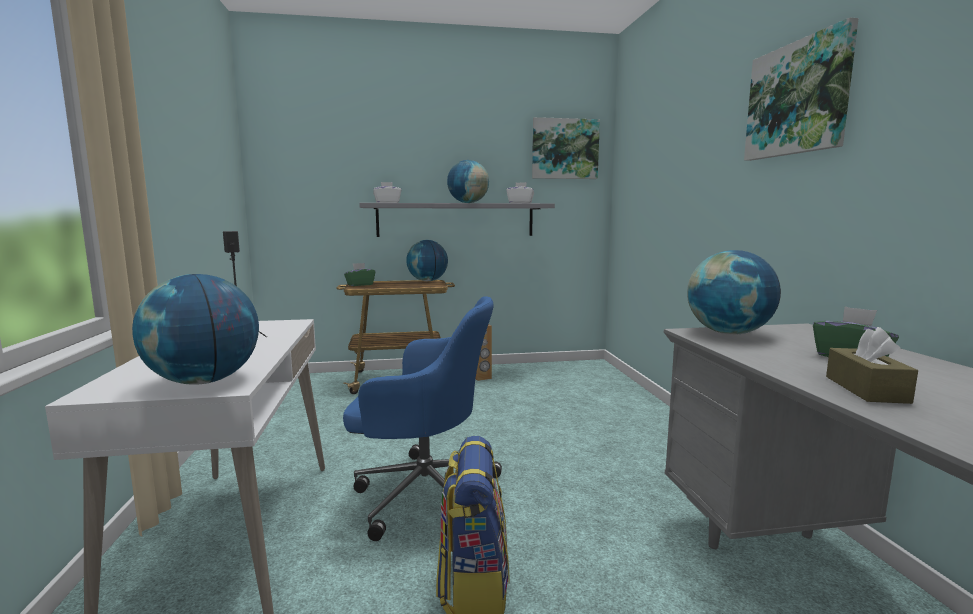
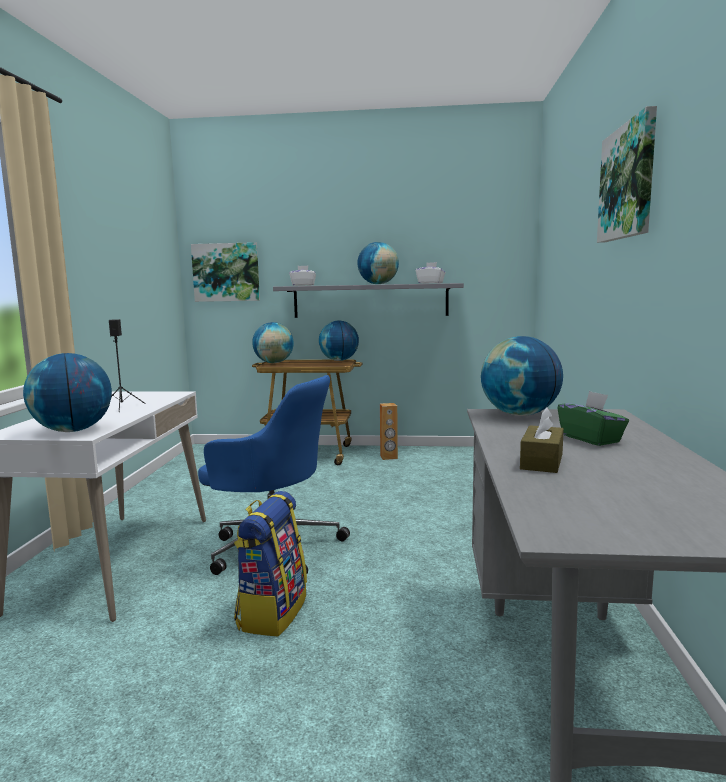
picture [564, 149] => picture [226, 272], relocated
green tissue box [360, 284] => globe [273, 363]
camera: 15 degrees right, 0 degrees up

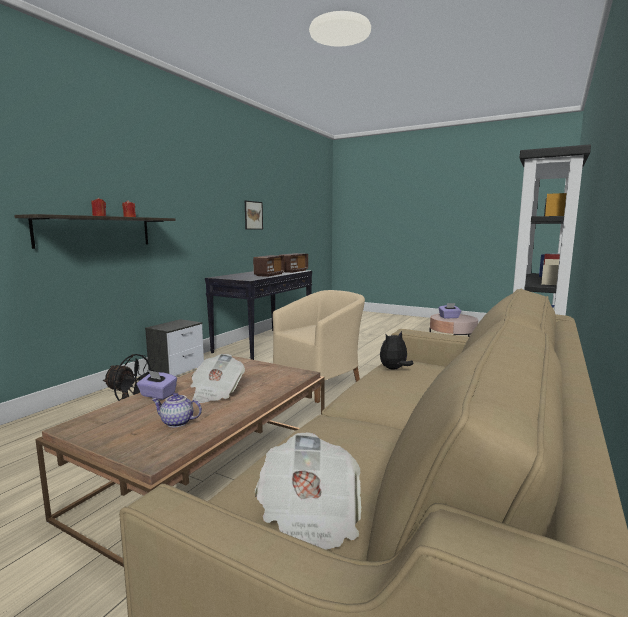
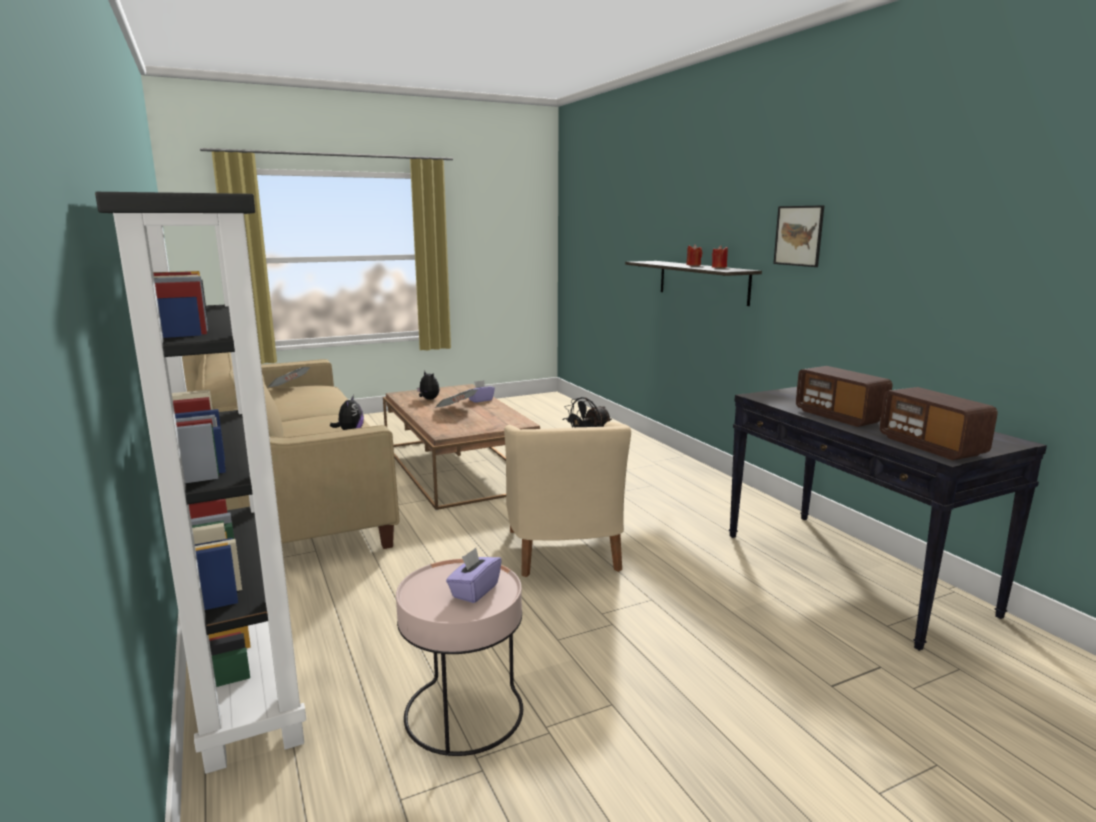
picture [253, 215] => picture [798, 236], relocated
nightstand [178, 369] => nothing
teapot [176, 423] => plush toy [428, 399]
camera: 125 degrees right, 5 degrees up

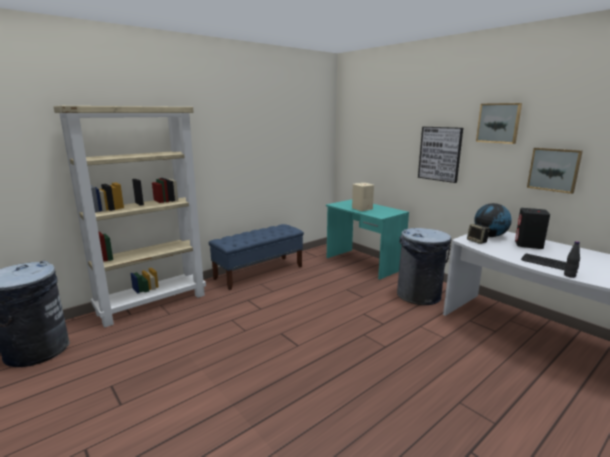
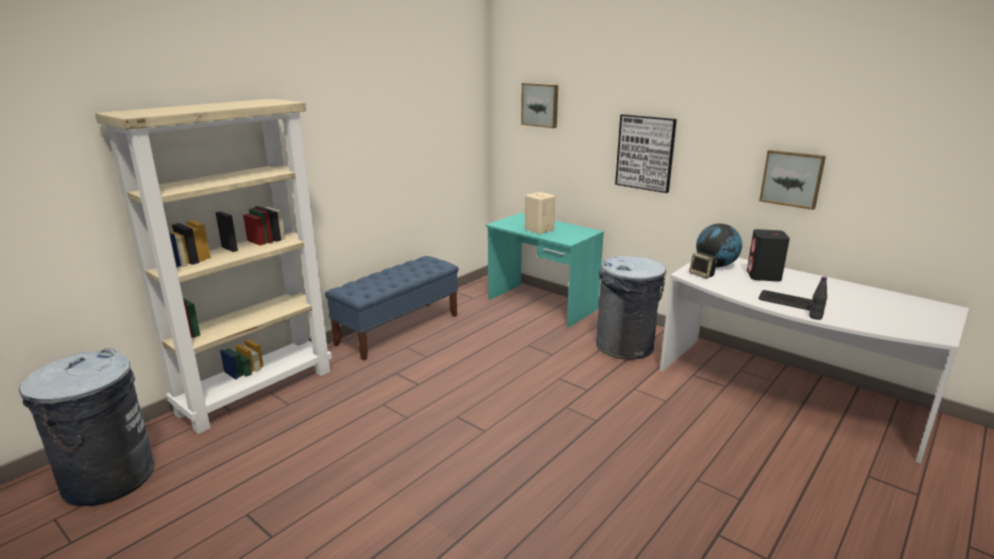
picture [498, 123] => picture [540, 105], relocated
camera: 10 degrees left, 5 degrees up

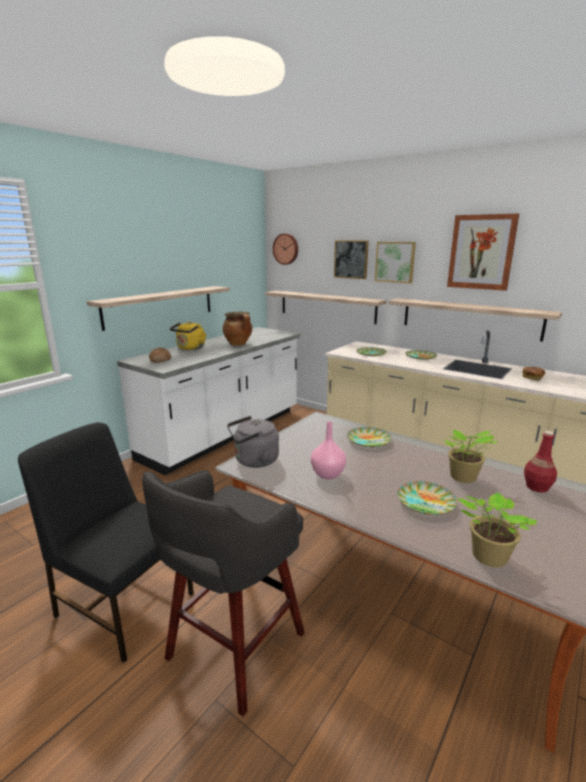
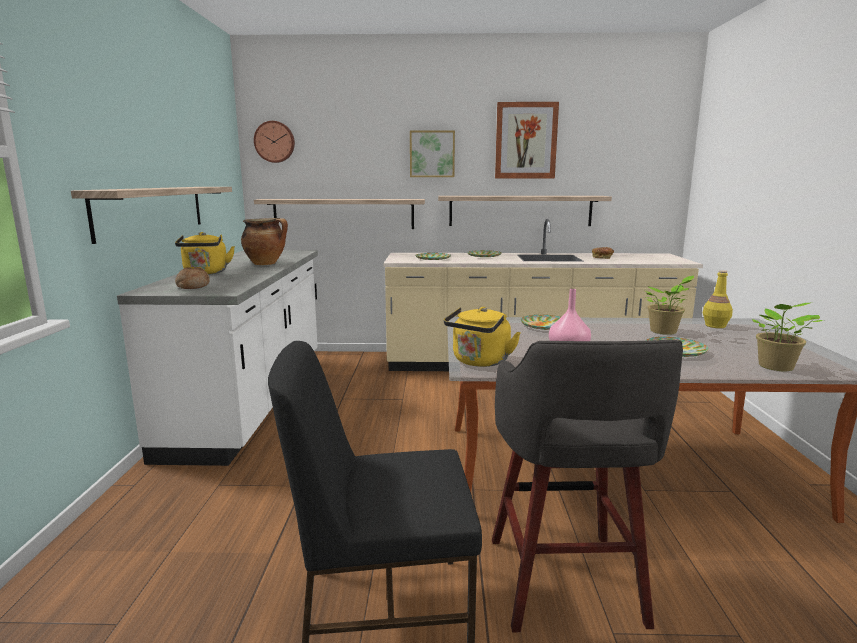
picture [351, 259] => nothing
grey kettle [254, 461] => yellow kettle [479, 362]
red bottle [536, 487] => yellow bottle [715, 326]
camera: 35 degrees left, 5 degrees down

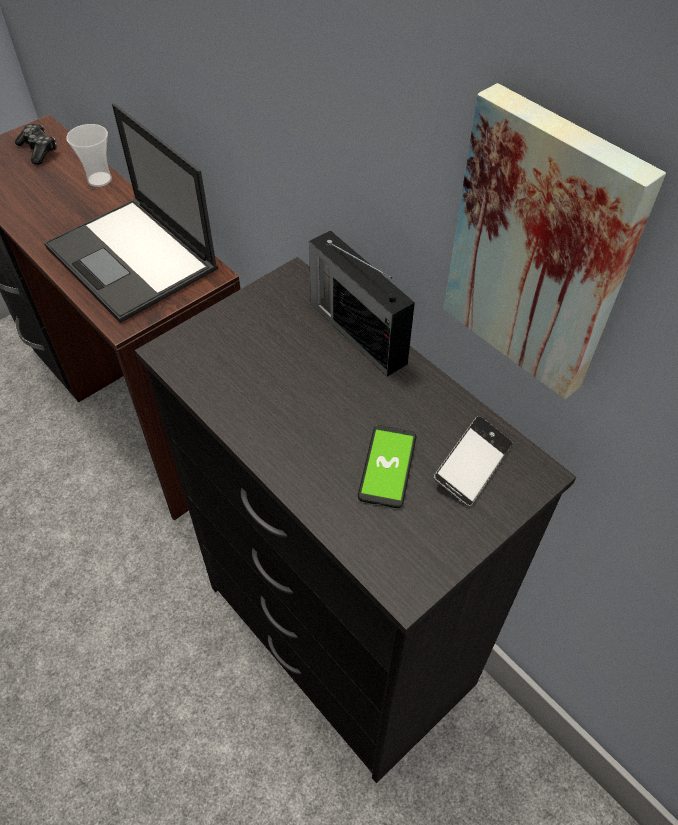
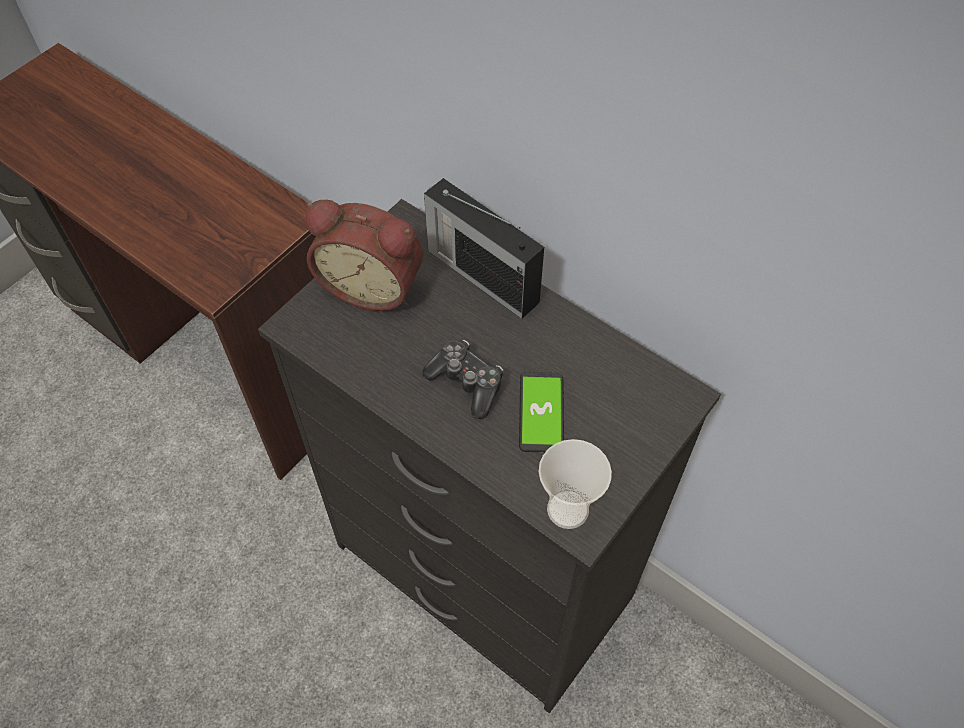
picture [542, 248] => nothing
laptop [133, 259] => nothing
game controller [39, 150] => game controller [466, 383], relocated
cup [99, 179] => cup [568, 509], relocated
phone [472, 465] => nothing
nothing => alarm clock [373, 285]
camera: 10 degrees left, 5 degrees up

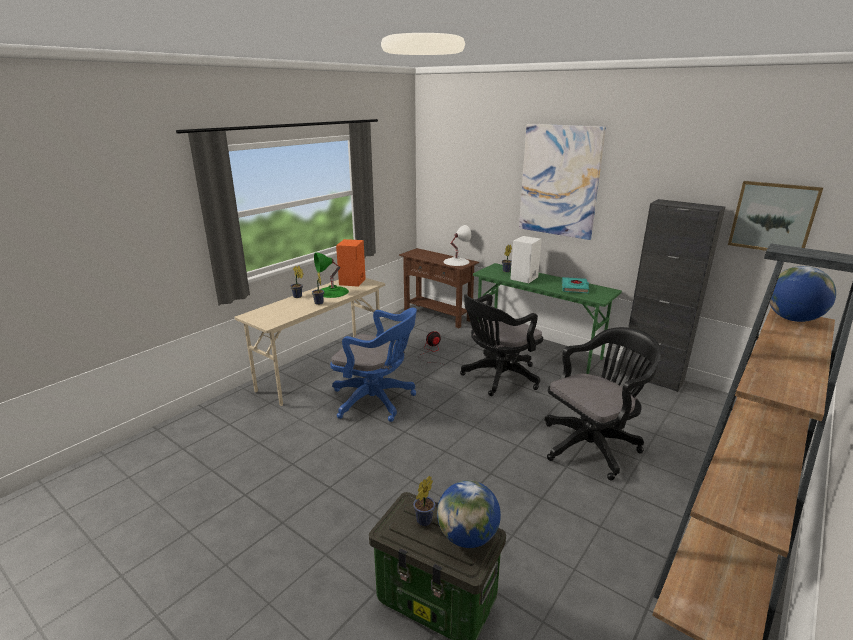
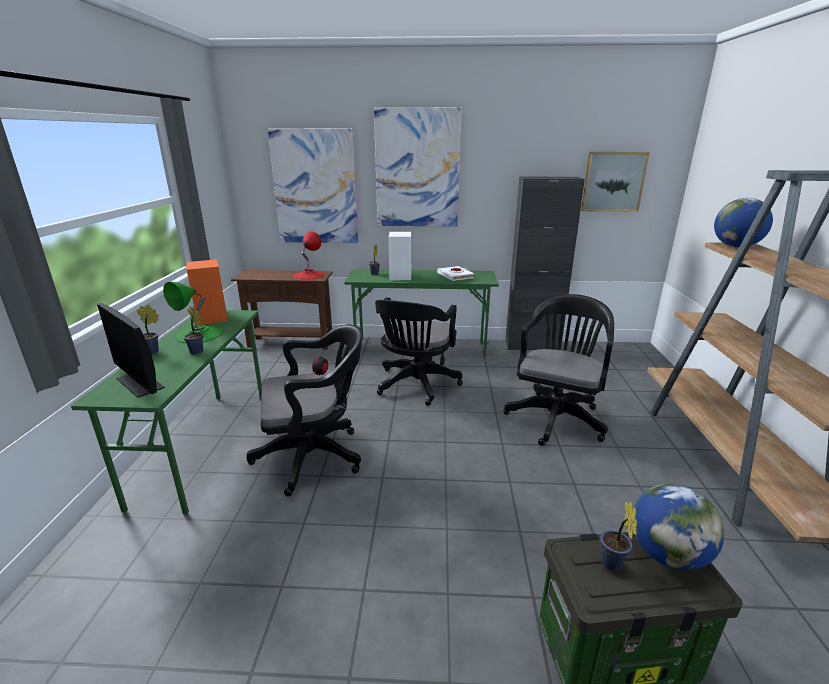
white table lamp [456, 261] => red table lamp [309, 275]
turquoise book [574, 288] => white book [455, 276]
beige desk [322, 370] => green desk [205, 446]
blue office chair [377, 401] => black office chair [315, 456]
nothing => picture [315, 187]
nothing => monitor [140, 383]
camera: 35 degrees left, 0 degrees up

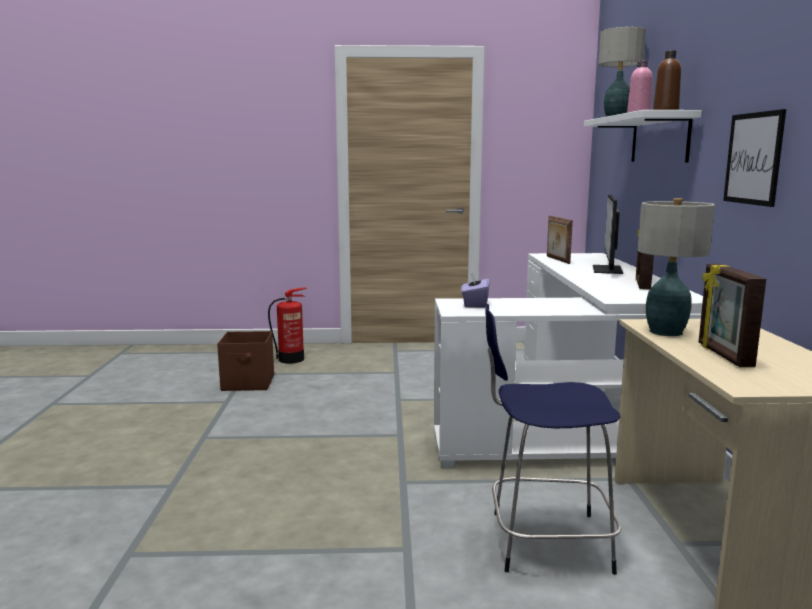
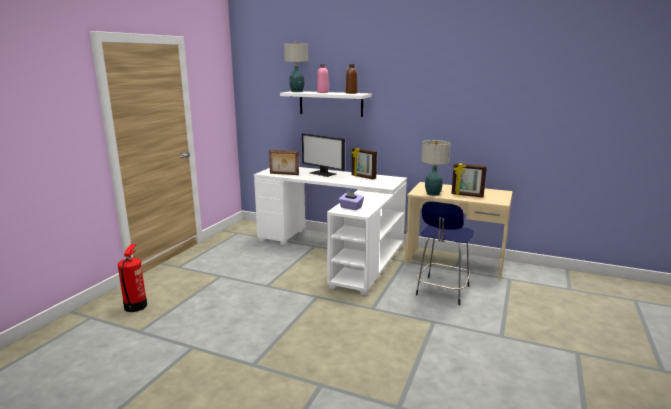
picture [753, 158] => nothing
brown storage box [249, 383] => nothing
camera: 65 degrees left, 5 degrees up

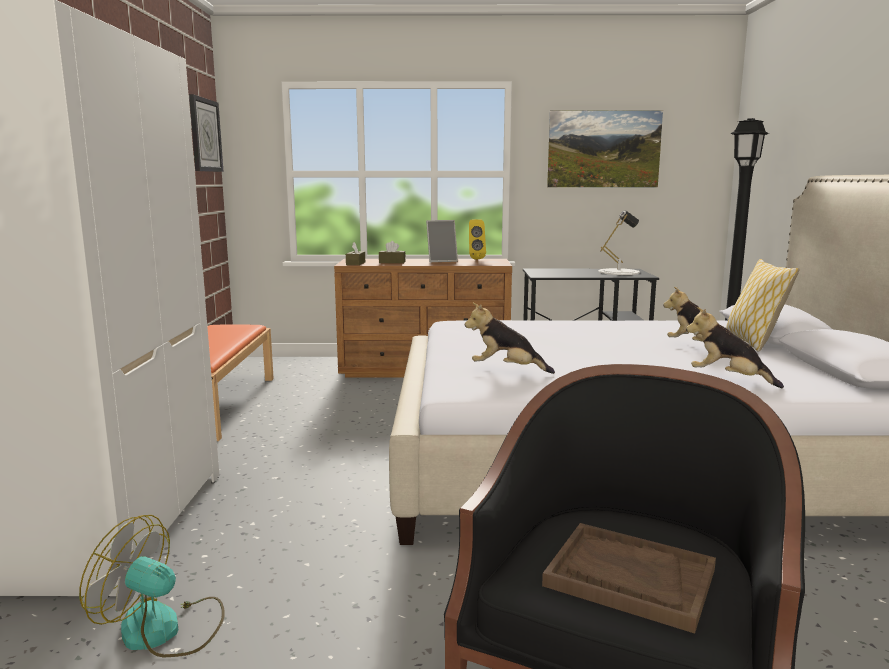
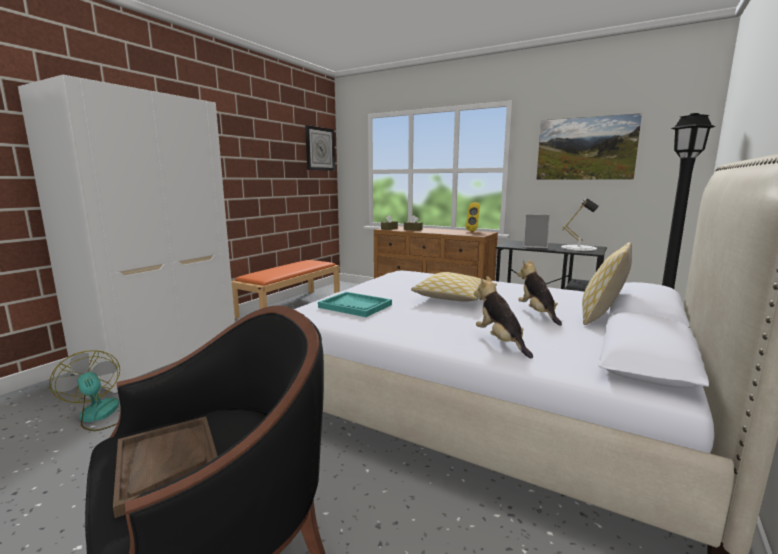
picture frame [442, 261] => picture frame [535, 246], relocated
plush toy [506, 370] => turquoise tray [355, 306]
nothing => pillow [454, 297]
camera: 30 degrees right, 0 degrees up

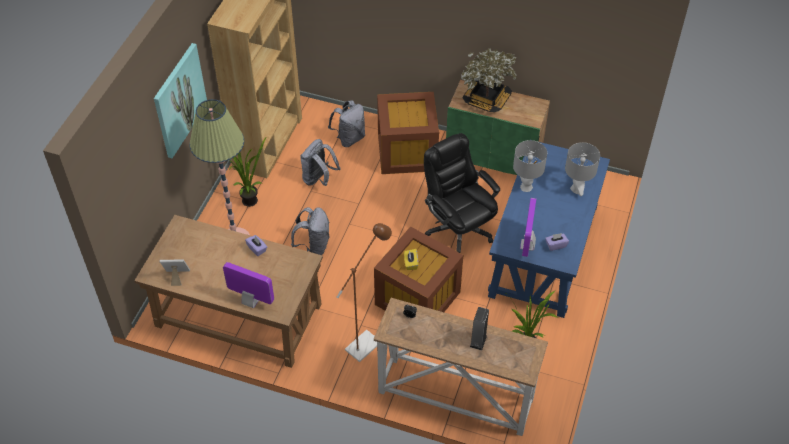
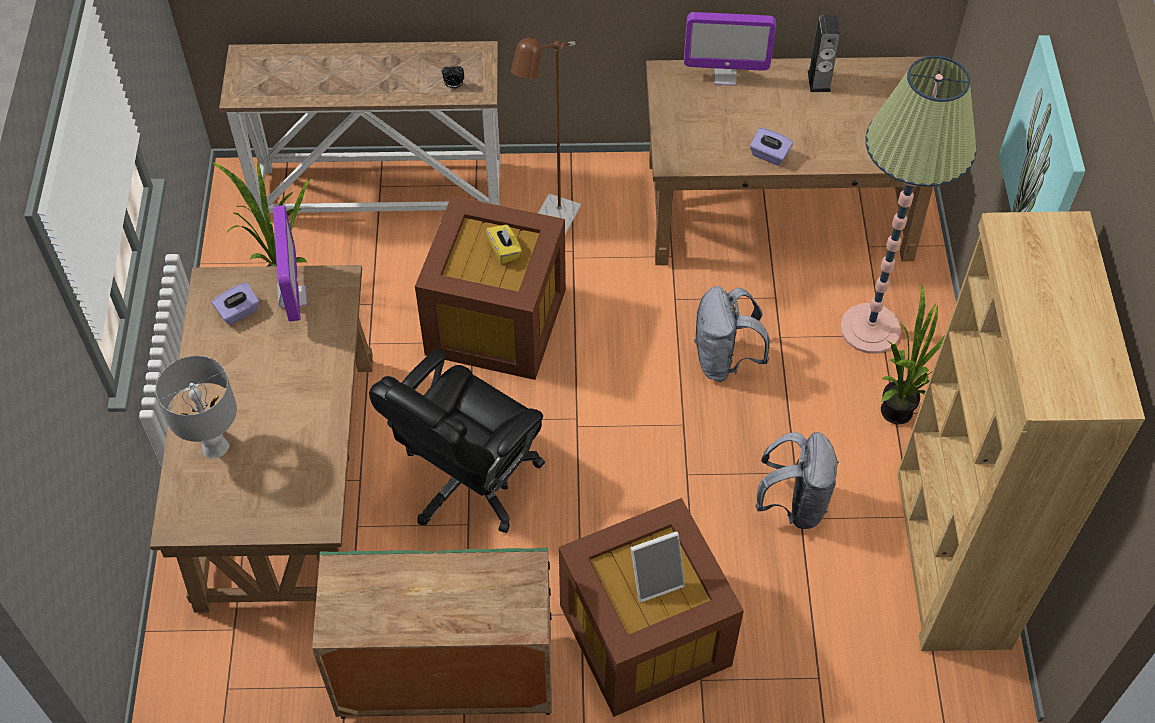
potted plant [486, 99] => nothing
grey backpack [349, 138] => nothing
black office chair [458, 228] => black office chair [468, 480], 90 degrees clockwise
grey table lamp [526, 187] => nothing
blue desk [543, 252] => brown desk [287, 480]
picture frame [177, 277] => picture frame [655, 579], relocated
speaker [478, 341] => speaker [819, 81], relocated
camera: 160 degrees right, 5 degrees up

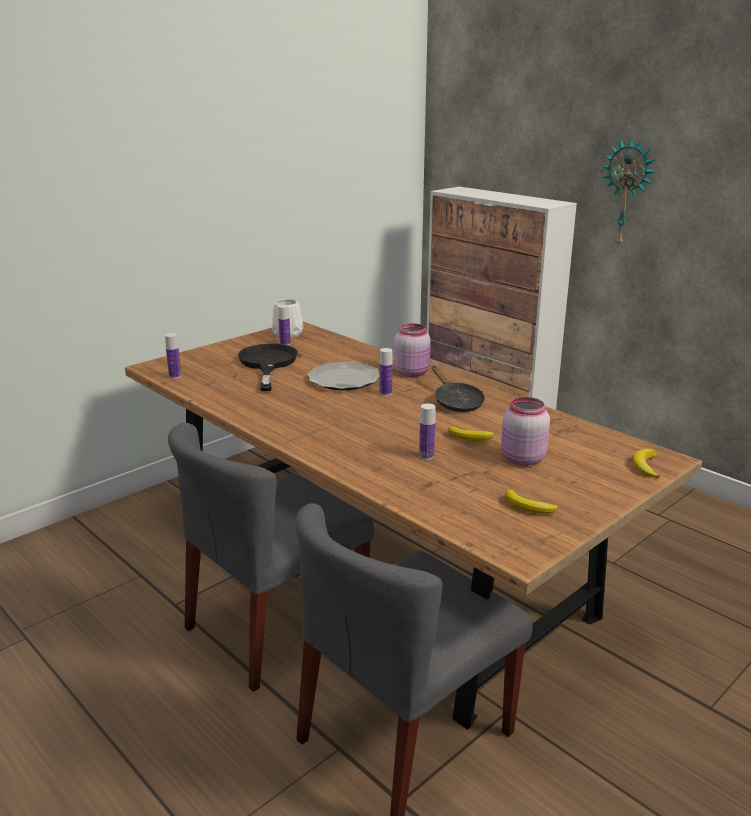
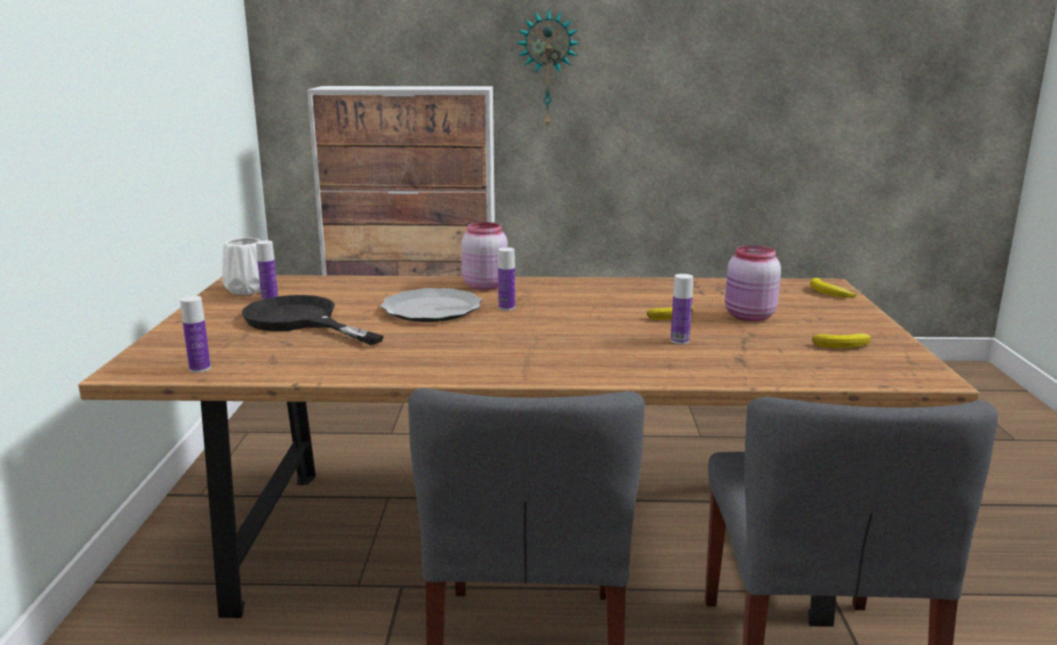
black frying pan [456, 402] => nothing
camera: 45 degrees left, 5 degrees down

